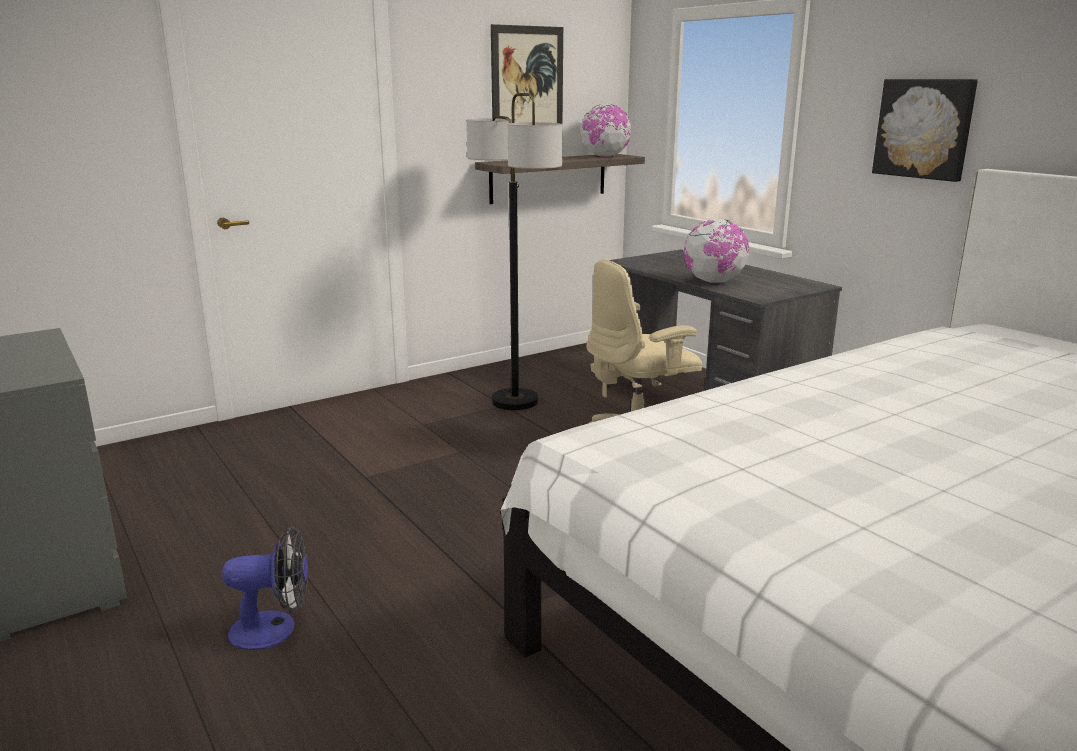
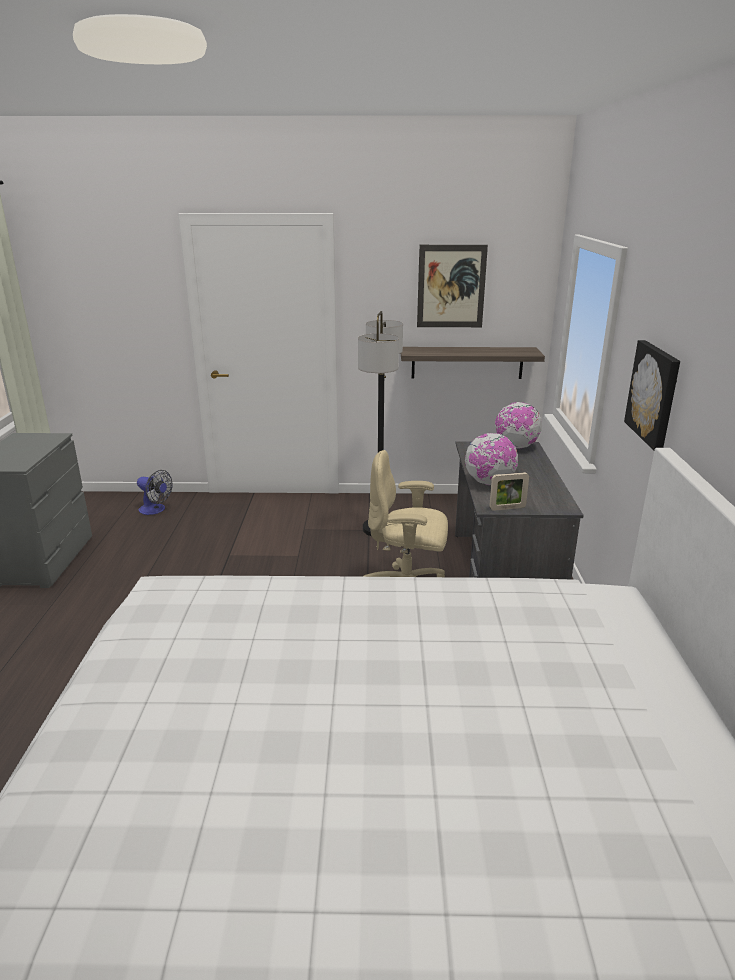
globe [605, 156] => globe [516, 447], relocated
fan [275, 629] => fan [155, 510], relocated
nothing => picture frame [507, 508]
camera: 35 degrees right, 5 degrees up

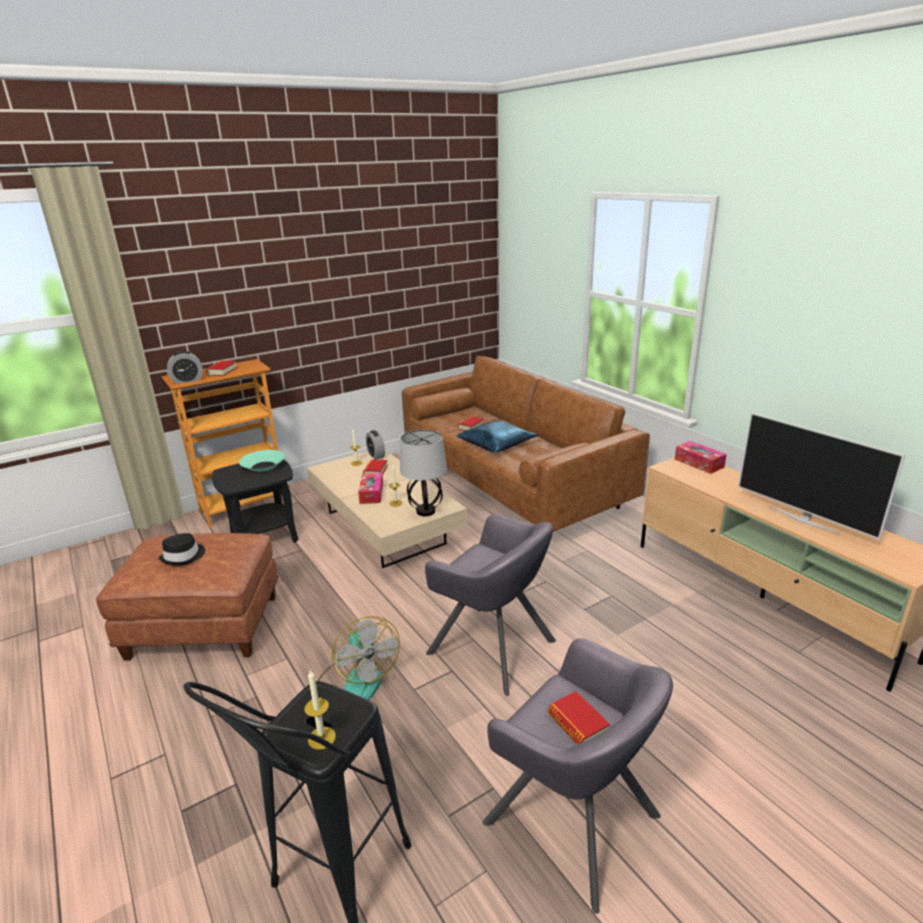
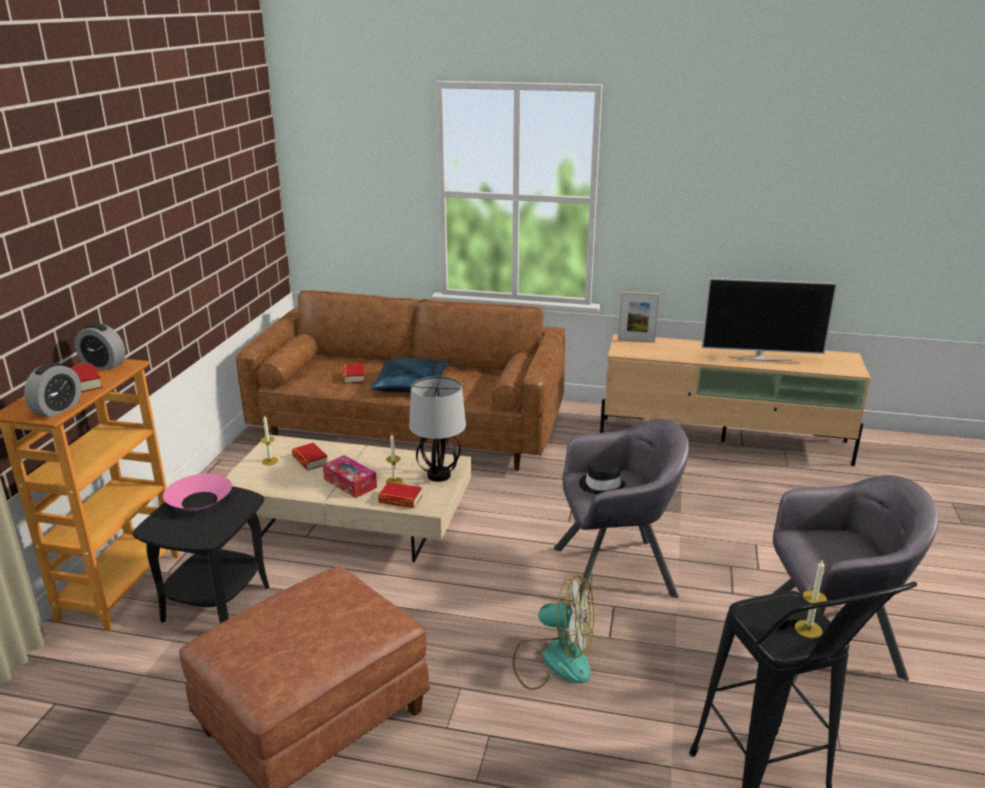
alarm clock [376, 455] => alarm clock [103, 365], relocated
tissue box [699, 463] => picture frame [636, 341]
turquoise bowl [263, 466] => pink bowl [199, 501]
black hat [183, 556] => black hat [601, 485], relocated
book [578, 724] => book [400, 499], relocated
camera: 45 degrees left, 0 degrees up

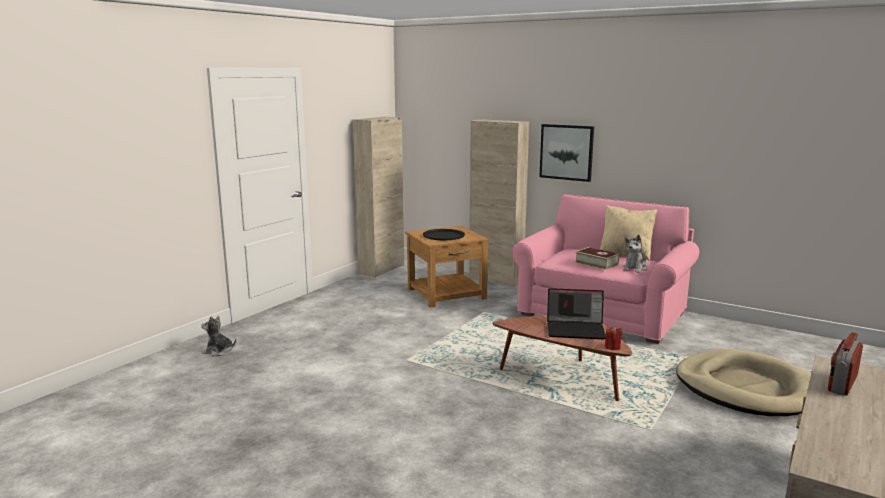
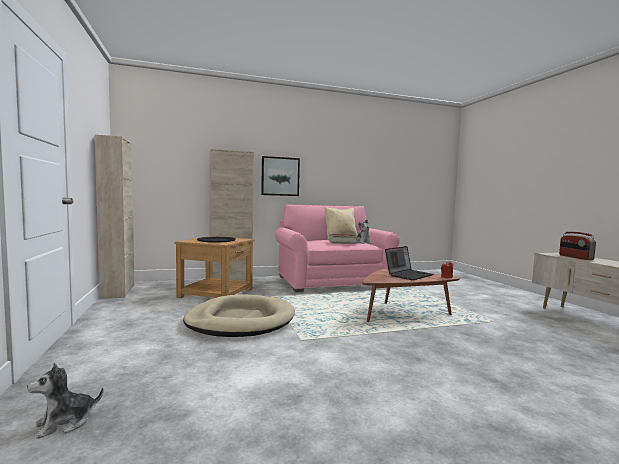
beige dog bed [746, 388] => beige dog bed [240, 321], relocated
camera: 50 degrees left, 10 degrees down

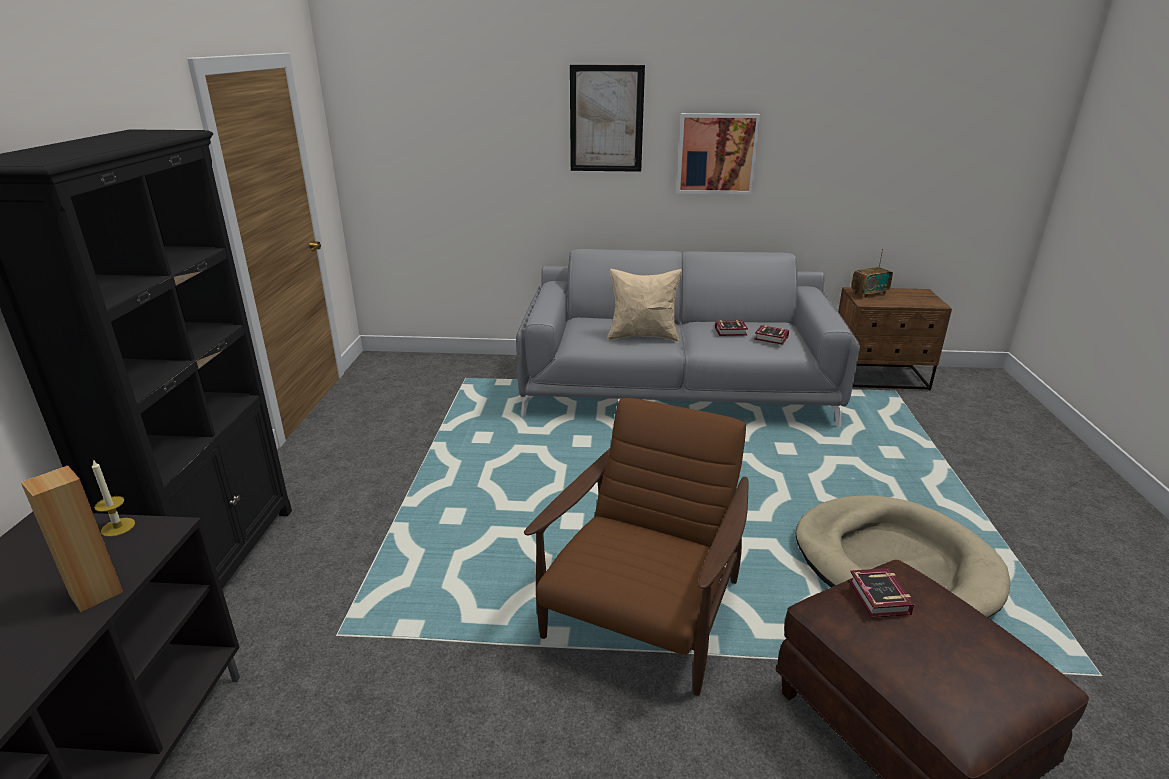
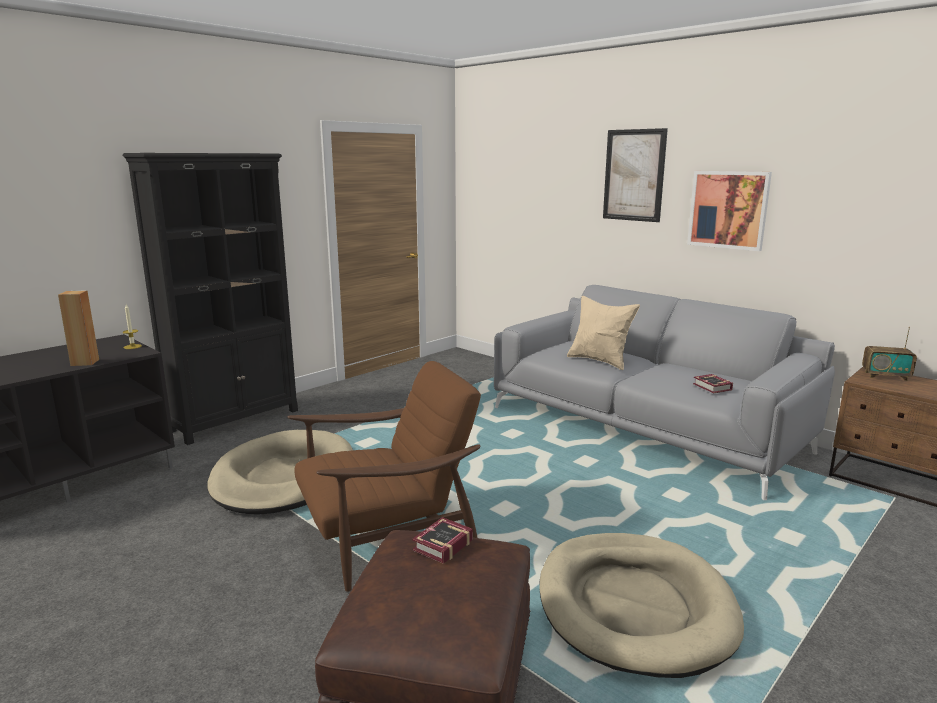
book [732, 332] => nothing
nothing => beige dog bed [284, 478]
camera: 40 degrees right, 10 degrees down

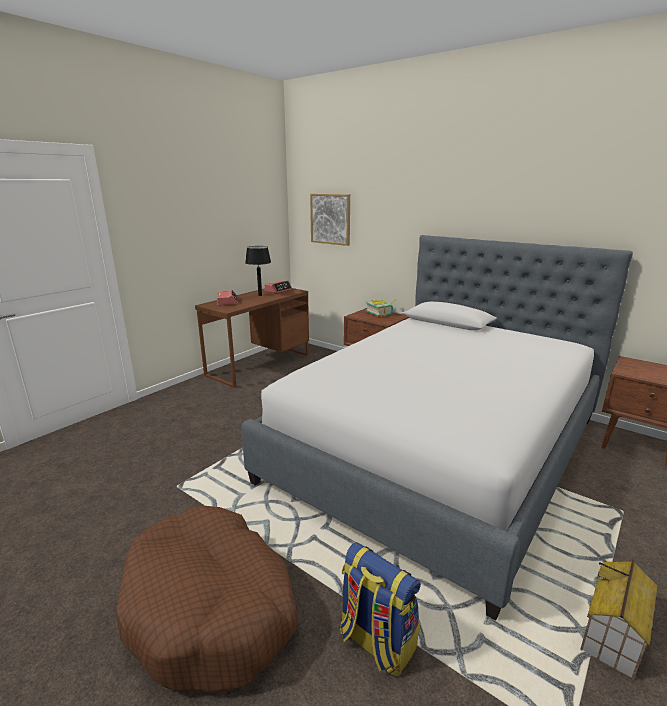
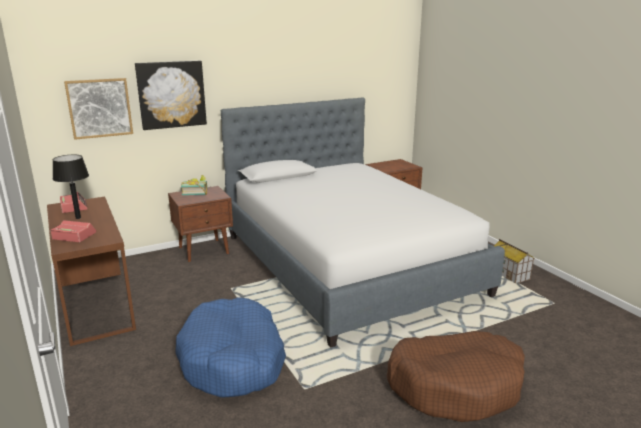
backpack [375, 642] => nothing
nothing => picture [171, 94]
nothing => blue dog bed [233, 360]
camera: 65 degrees left, 0 degrees up

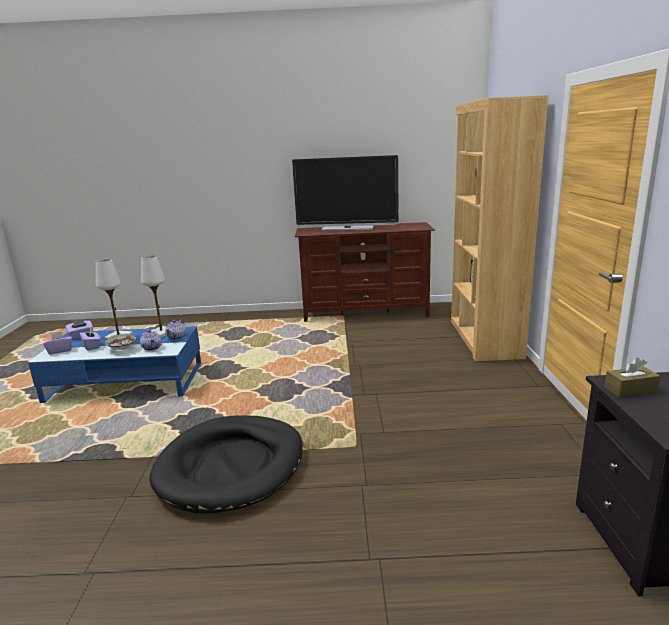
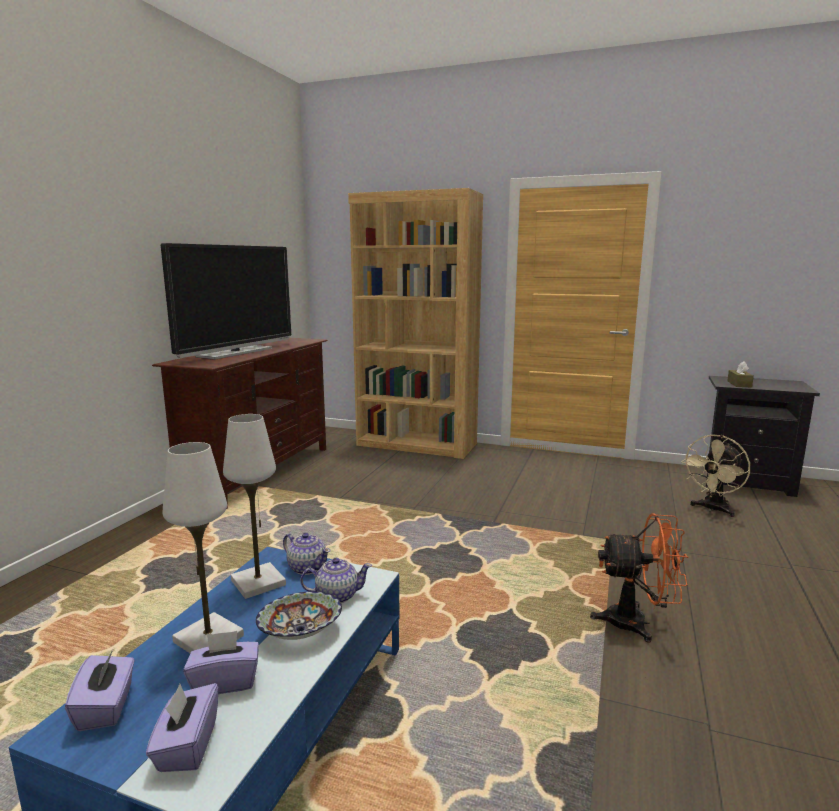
black dog bed [231, 466] => orange fan [637, 623]
nothing => beige fan [712, 509]
camera: 70 degrees left, 5 degrees down

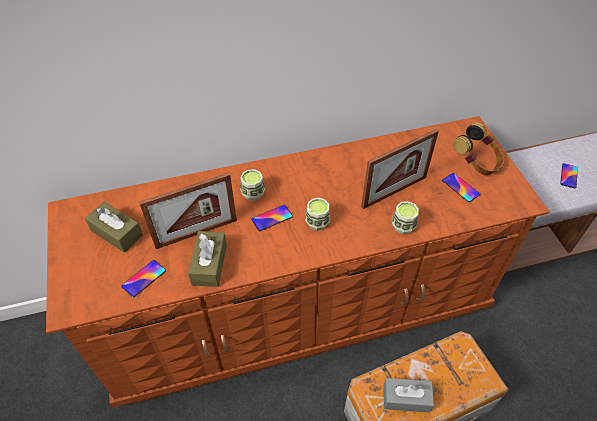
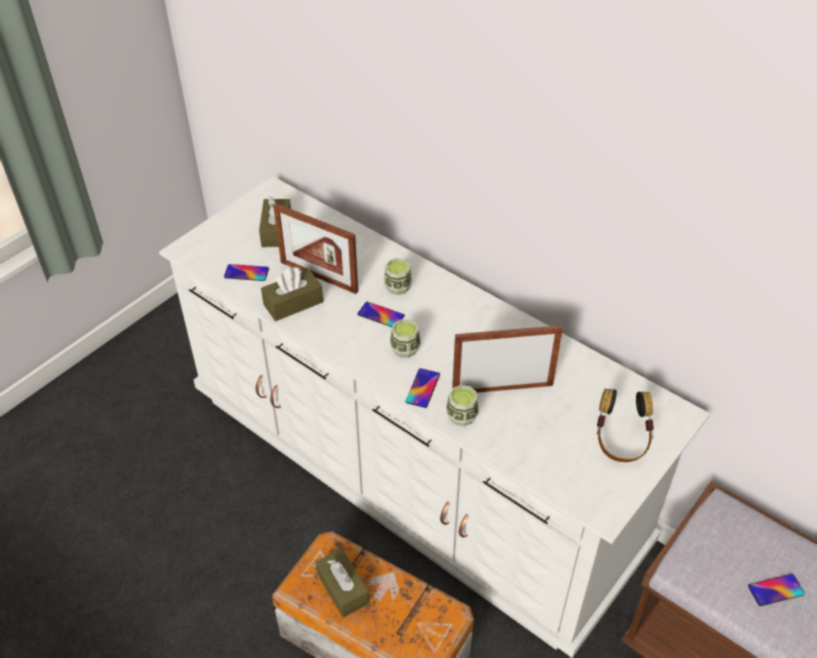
brown dresser [297, 308] => white dresser [410, 469]
picture frame [394, 192] => picture frame [502, 388], 150 degrees clockwise
phone [460, 187] => phone [422, 388], relocated
grey tissue box [406, 398] => brown tissue box [343, 588]
camera: 55 degrees right, 5 degrees down

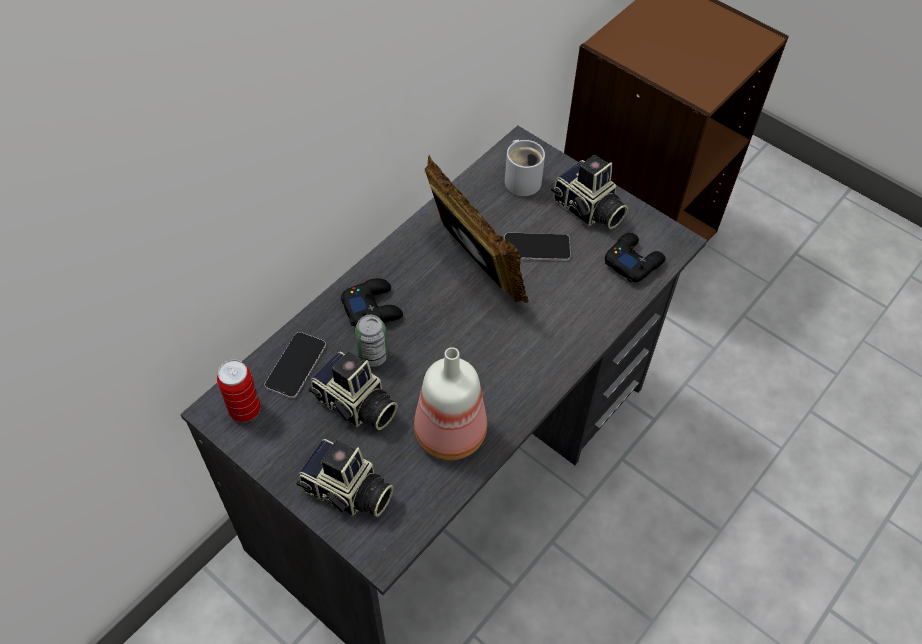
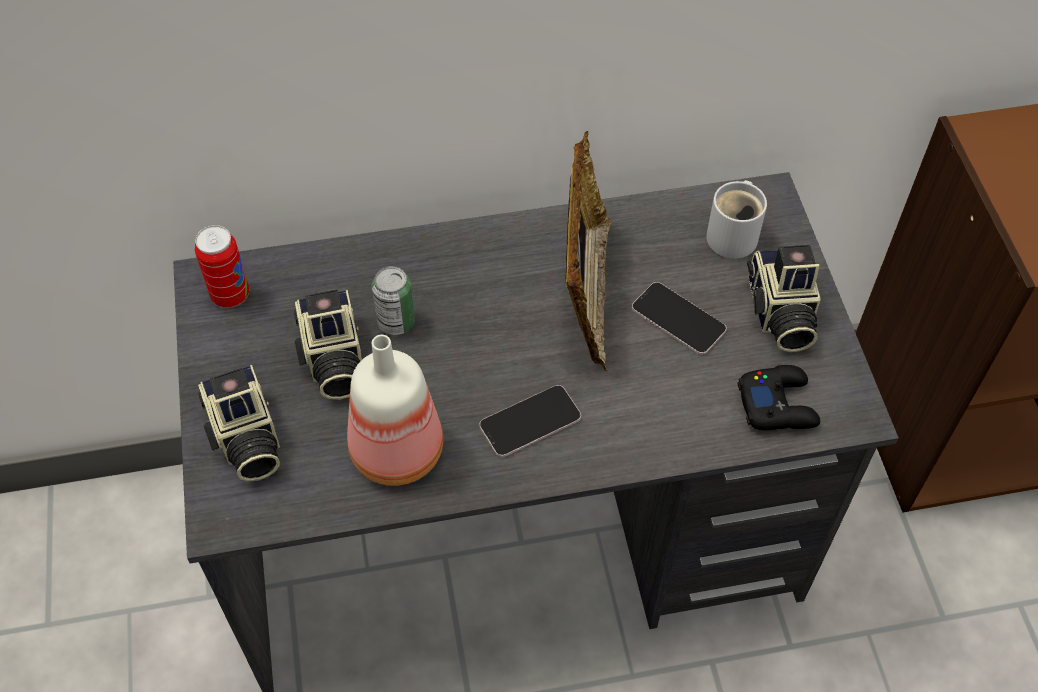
black game controller [372, 308] => nothing
phone [296, 365] => phone [530, 422], relocated
camera: 40 degrees right, 0 degrees up

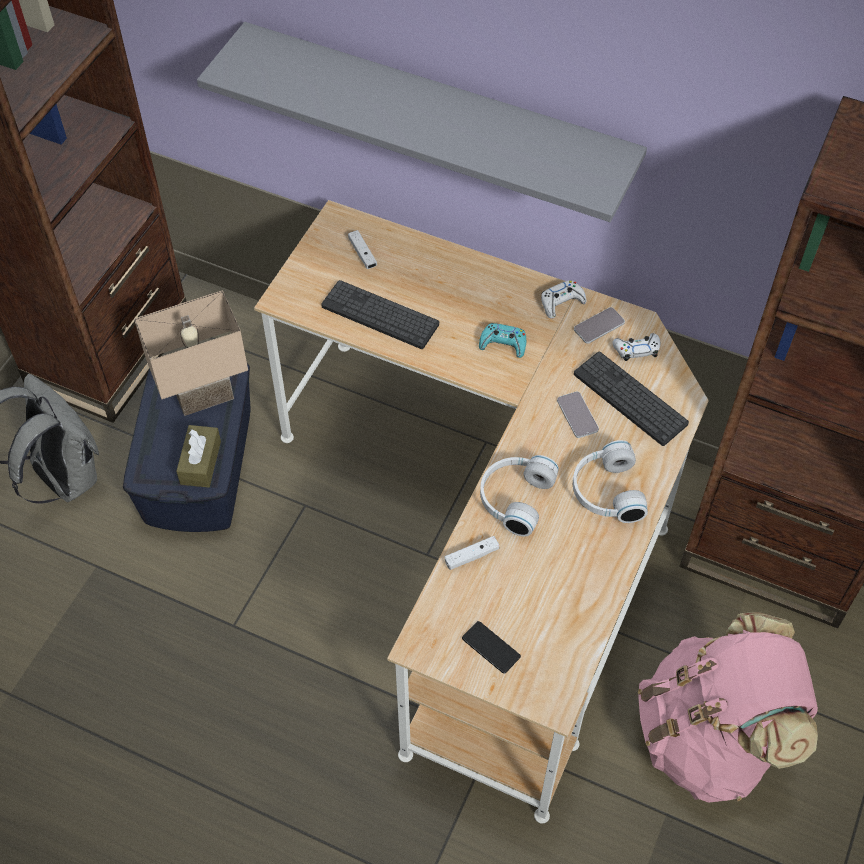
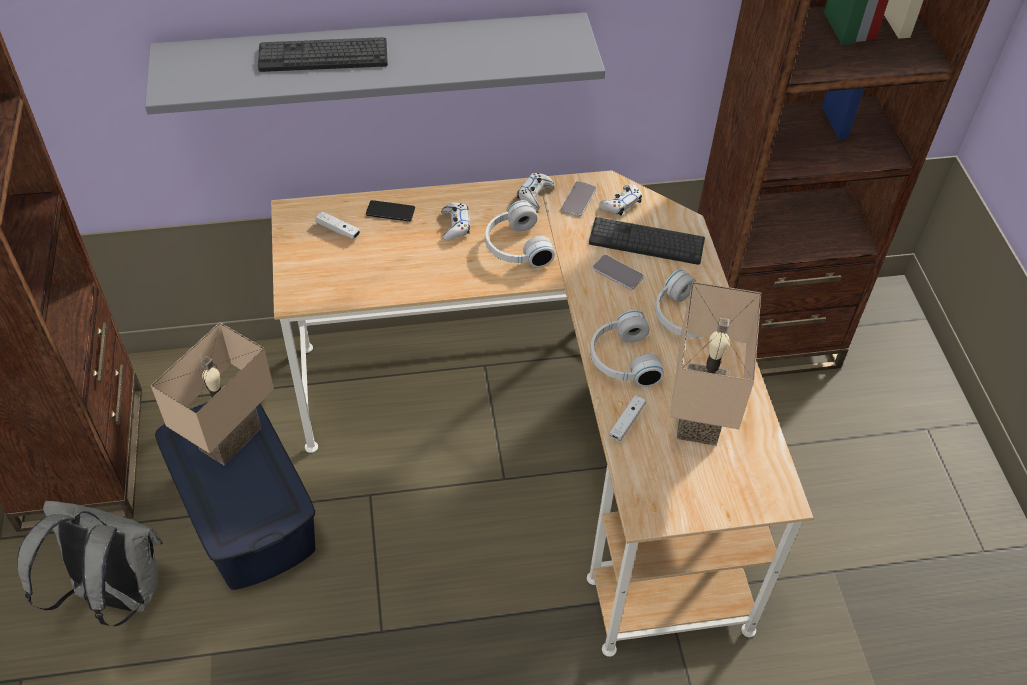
keyboard [380, 315] => keyboard [323, 56], relocated
turquoise game controller [503, 344] => white headphones [515, 247]
brown tissue box [200, 462] => nothing
pink backpack [710, 736] => nothing
phone [491, 647] => phone [390, 211], relocated
nothing => white game controller [455, 225]
nothing => beige table lamp [695, 415]
camera: 35 degrees left, 5 degrees down

